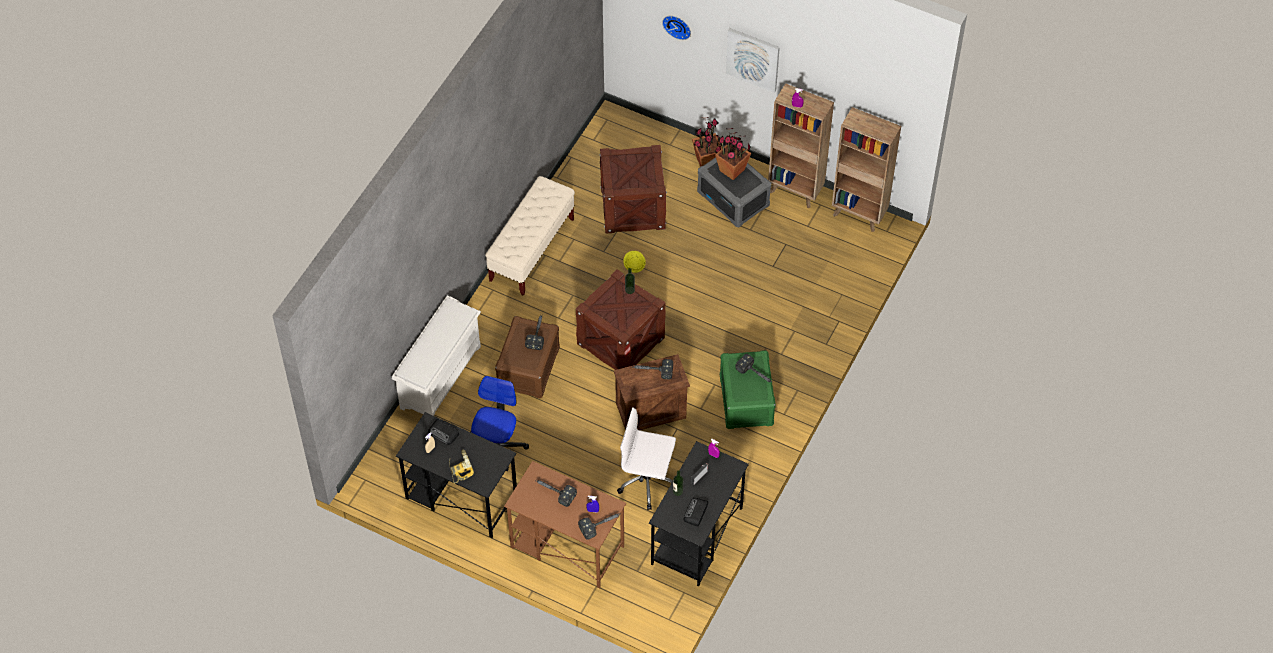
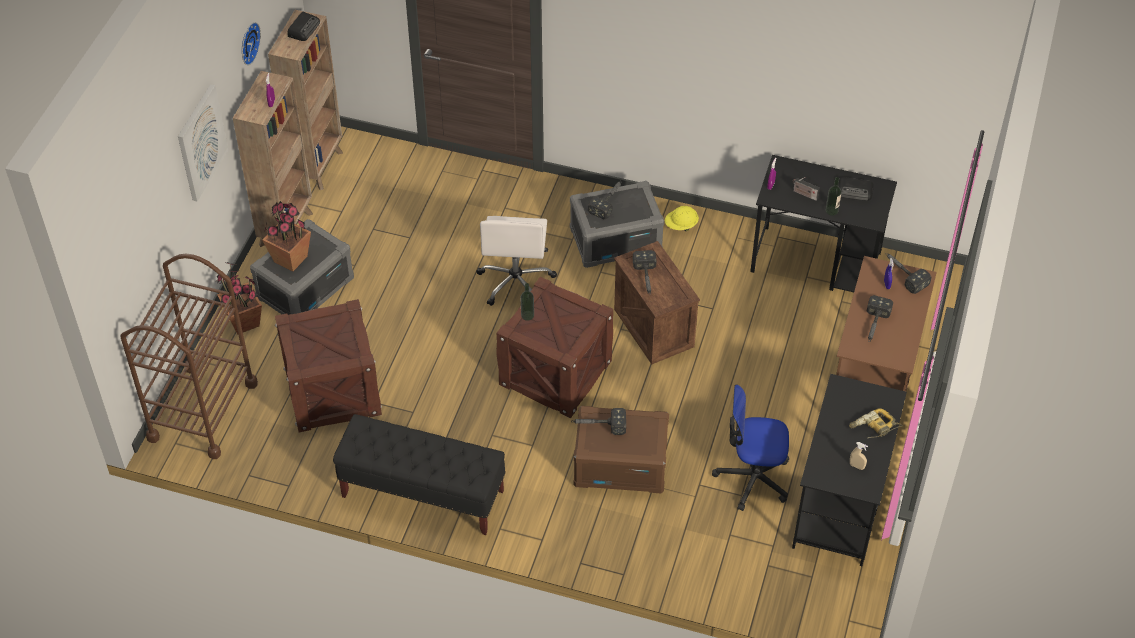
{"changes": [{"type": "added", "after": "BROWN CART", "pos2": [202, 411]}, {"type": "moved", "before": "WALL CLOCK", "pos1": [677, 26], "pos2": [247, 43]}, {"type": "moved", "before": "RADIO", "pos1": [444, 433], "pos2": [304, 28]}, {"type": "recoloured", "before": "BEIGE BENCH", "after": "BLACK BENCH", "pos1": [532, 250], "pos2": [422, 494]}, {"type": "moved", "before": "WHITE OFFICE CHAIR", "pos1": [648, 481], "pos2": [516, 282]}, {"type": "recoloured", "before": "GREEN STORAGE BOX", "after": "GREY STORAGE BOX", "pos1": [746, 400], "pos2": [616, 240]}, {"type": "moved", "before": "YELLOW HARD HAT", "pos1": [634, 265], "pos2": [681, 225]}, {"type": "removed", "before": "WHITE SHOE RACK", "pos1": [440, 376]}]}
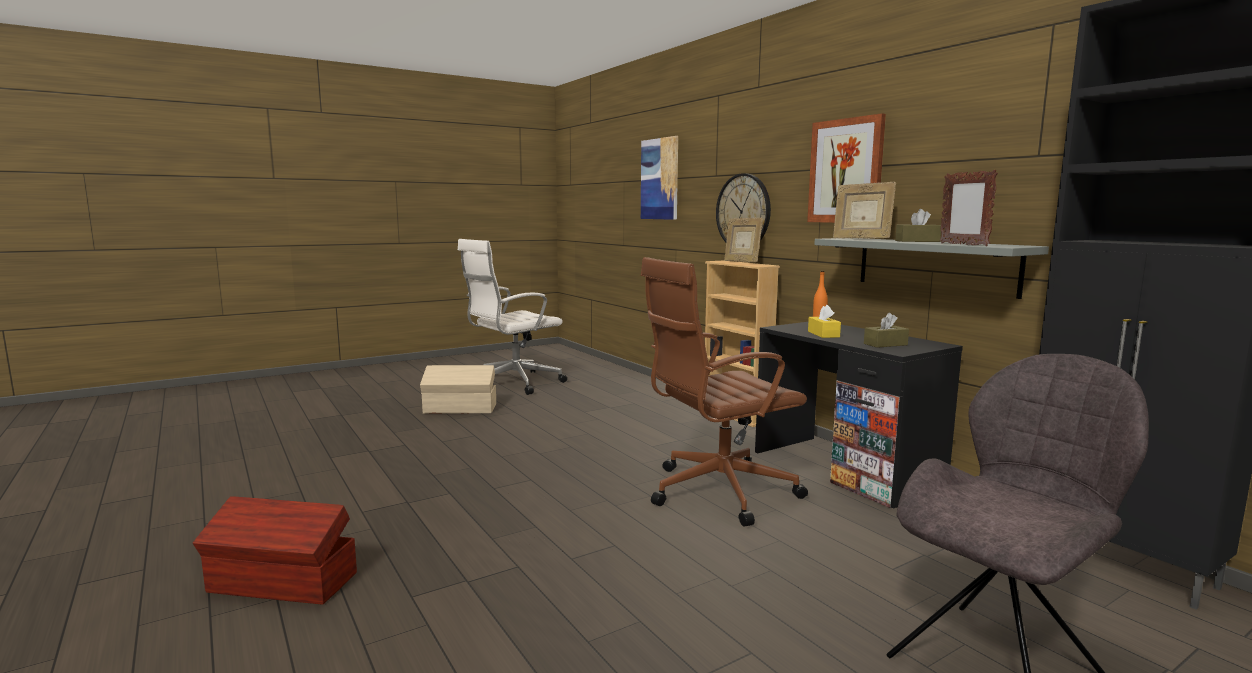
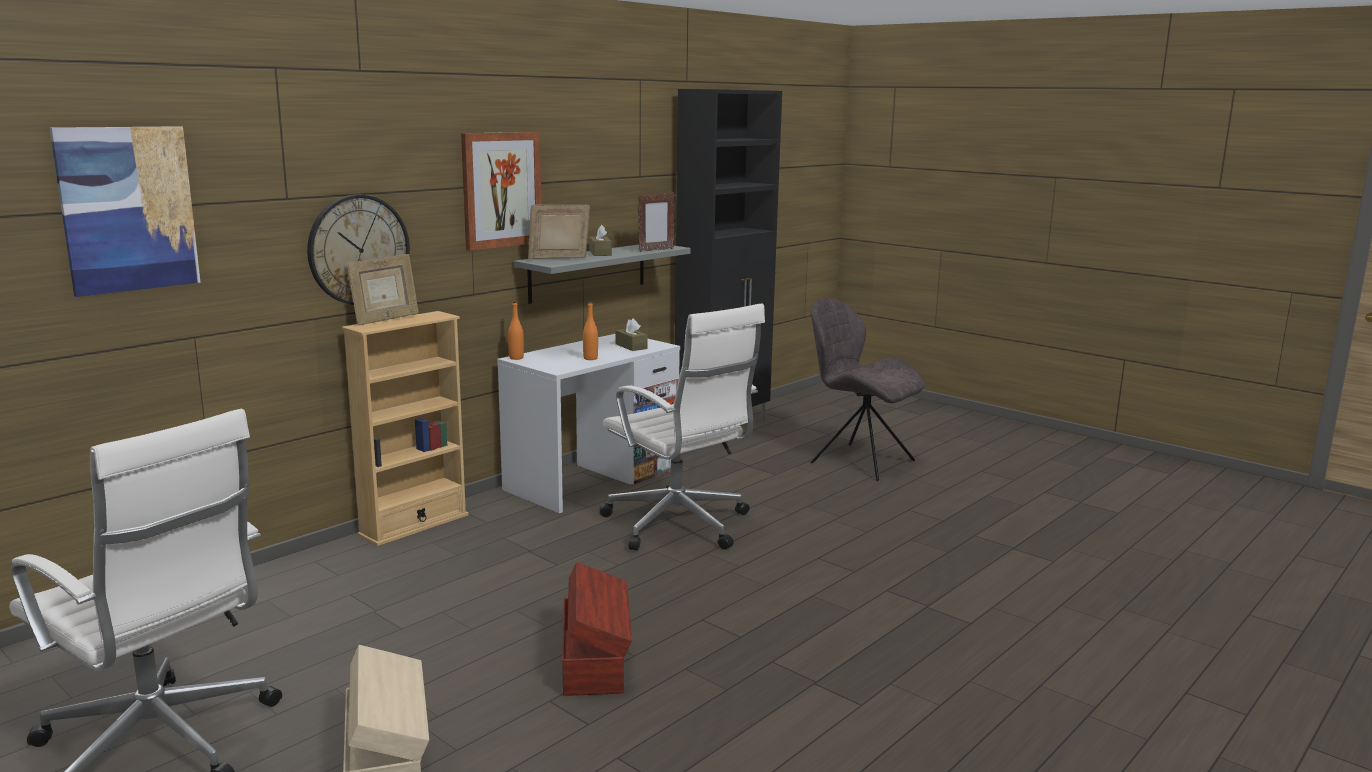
{"changes": [{"type": "recoloured", "before": "BLACK DESK", "after": "WHITE DESK", "pos1": [845, 468], "pos2": [592, 479]}, {"type": "turned", "before": "PICTURE FRAME", "pos1": [861, 239], "pos2": [559, 259], "turn": -150}, {"type": "moved", "before": "BROWN STORAGE BOX", "pos1": [283, 583], "pos2": [595, 660]}, {"type": "replaced", "before": "YELLOW TISSUE BOX", "after": "ORANGE BOTTLE", "pos1": [823, 334], "pos2": [590, 358]}, {"type": "recoloured", "before": "BROWN OFFICE CHAIR", "after": "WHITE OFFICE CHAIR", "pos1": [717, 492], "pos2": [679, 526]}]}
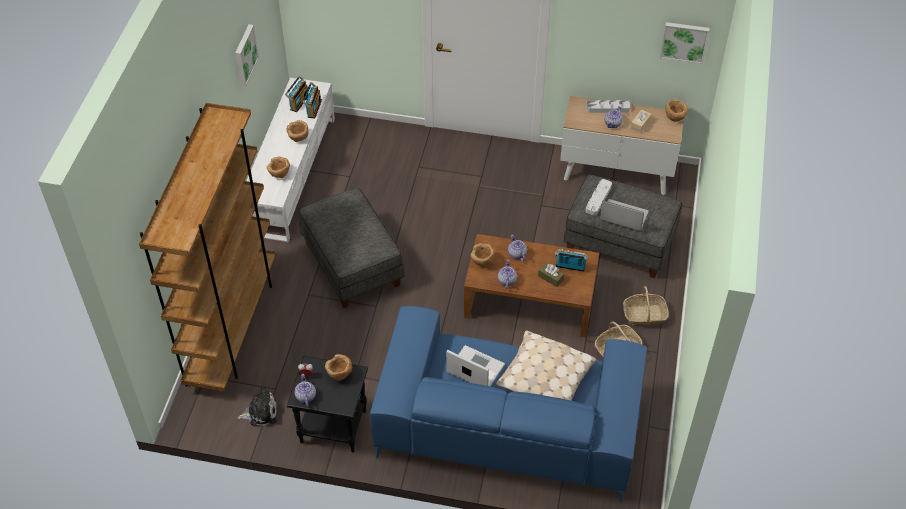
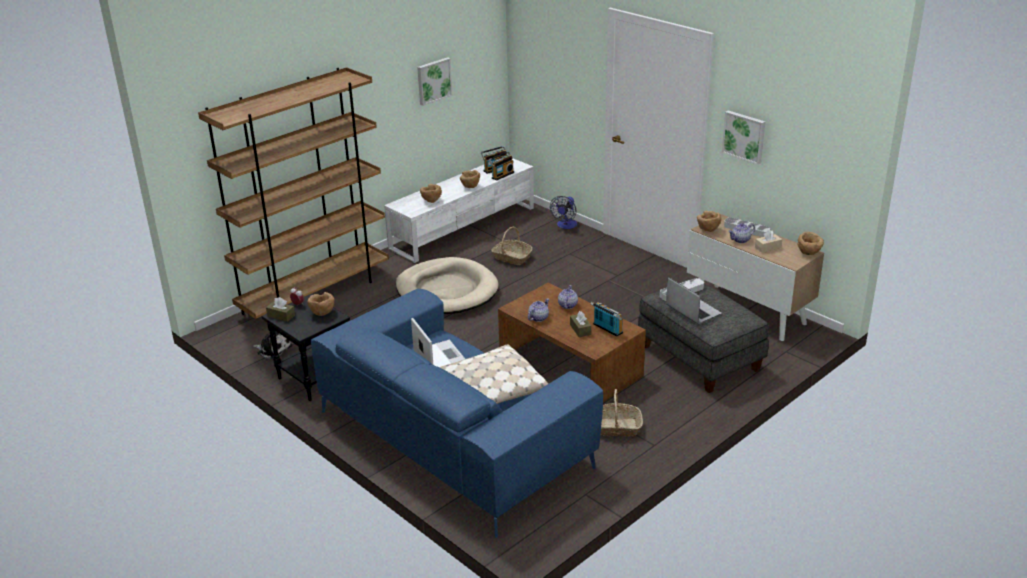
{"changes": [{"type": "replaced", "before": "TEAPOT", "after": "BROWN TISSUE BOX", "pos1": [305, 396], "pos2": [281, 316]}, {"type": "replaced", "before": "GREY OTTOMAN", "after": "BEIGE DOG BED", "pos1": [351, 264], "pos2": [447, 291]}, {"type": "moved", "before": "BASKET", "pos1": [644, 315], "pos2": [511, 257]}, {"type": "added", "after": "FAN", "pos2": [565, 226]}, {"type": "moved", "before": "BROWN BOWL", "pos1": [482, 262], "pos2": [708, 230]}, {"type": "moved", "before": "PICTURE", "pos1": [684, 41], "pos2": [744, 136]}]}
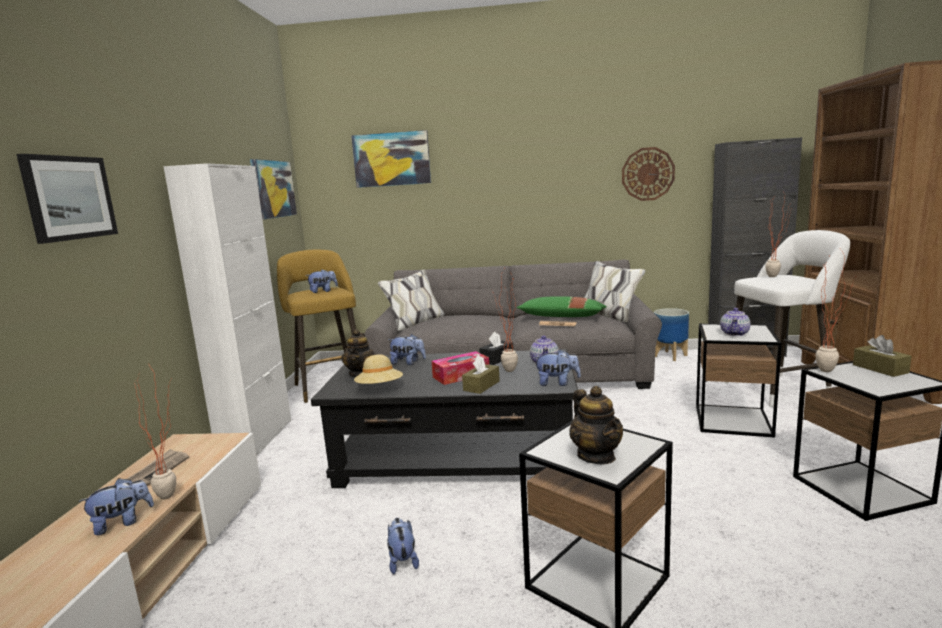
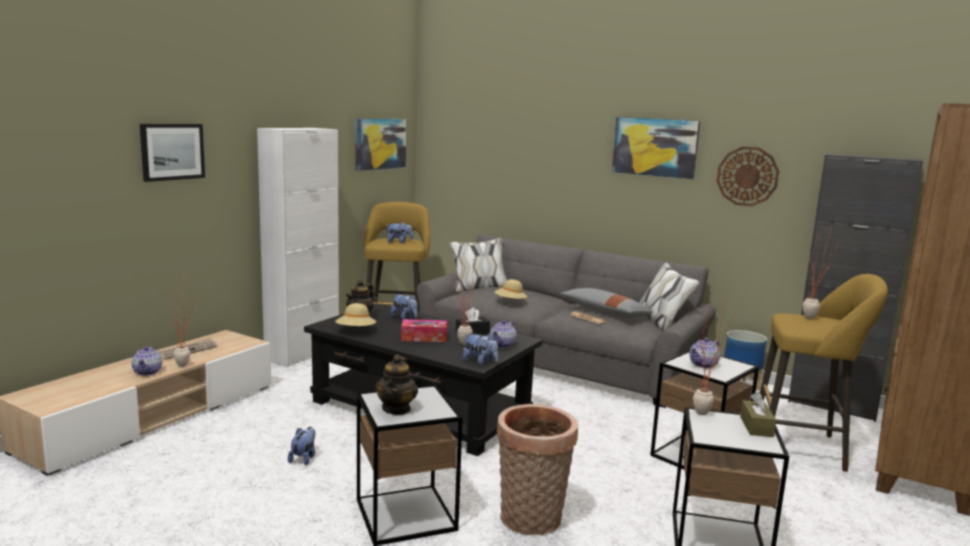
{"changes": [{"type": "replaced", "before": "PLUSH TOY", "after": "TEAPOT", "pos1": [122, 523], "pos2": [148, 372]}, {"type": "added", "after": "BEIGE HAT", "pos2": [510, 302]}, {"type": "added", "after": "BASKET", "pos2": [531, 521]}, {"type": "recoloured", "before": "GREEN PILLOW", "after": "GREY PILLOW", "pos1": [562, 317], "pos2": [605, 312]}, {"type": "moved", "before": "PICTURE", "pos1": [391, 159], "pos2": [655, 147]}, {"type": "recoloured", "before": "WHITE STOOL", "after": "YELLOW STOOL", "pos1": [781, 389], "pos2": [804, 448]}, {"type": "removed", "before": "BROWN TISSUE BOX", "pos1": [481, 386]}]}
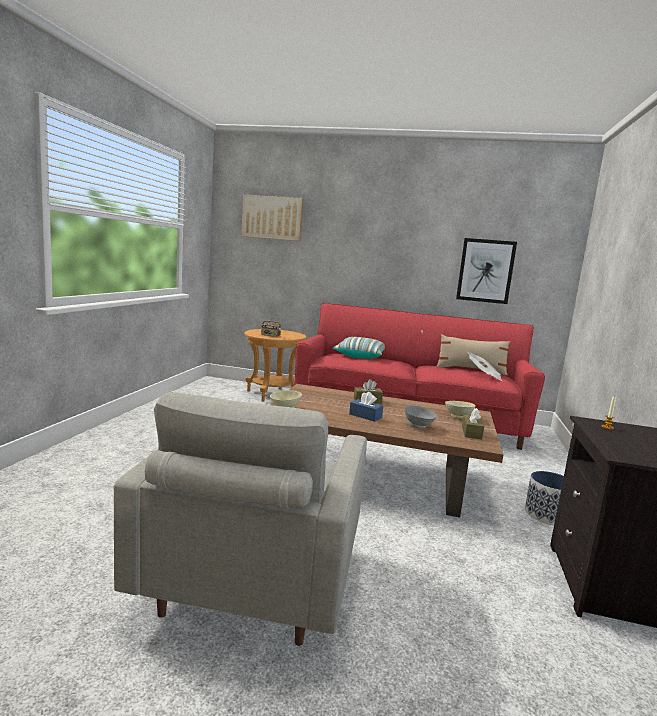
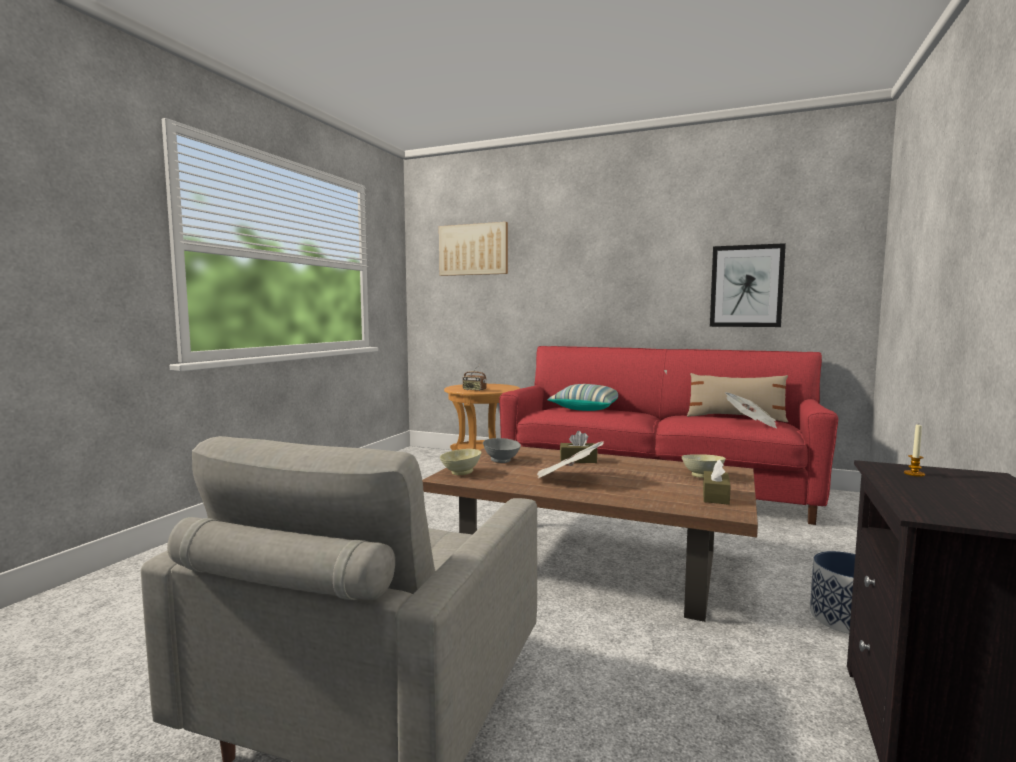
{"changes": [{"type": "moved", "before": "GREY BOWL", "pos1": [418, 426], "pos2": [501, 461]}, {"type": "replaced", "before": "BLUE TISSUE BOX", "after": "NEWSPAPER", "pos1": [365, 416], "pos2": [567, 478]}]}
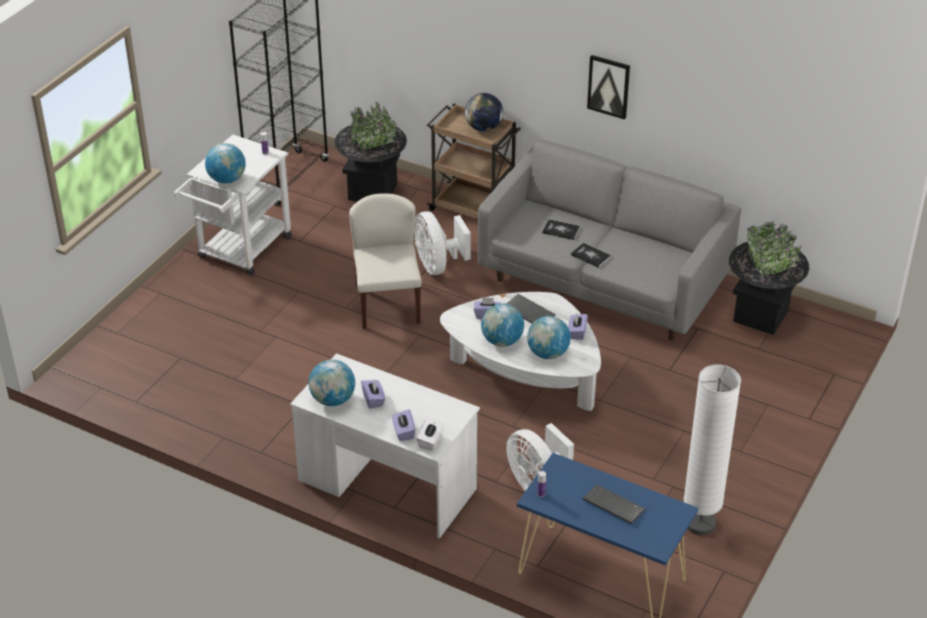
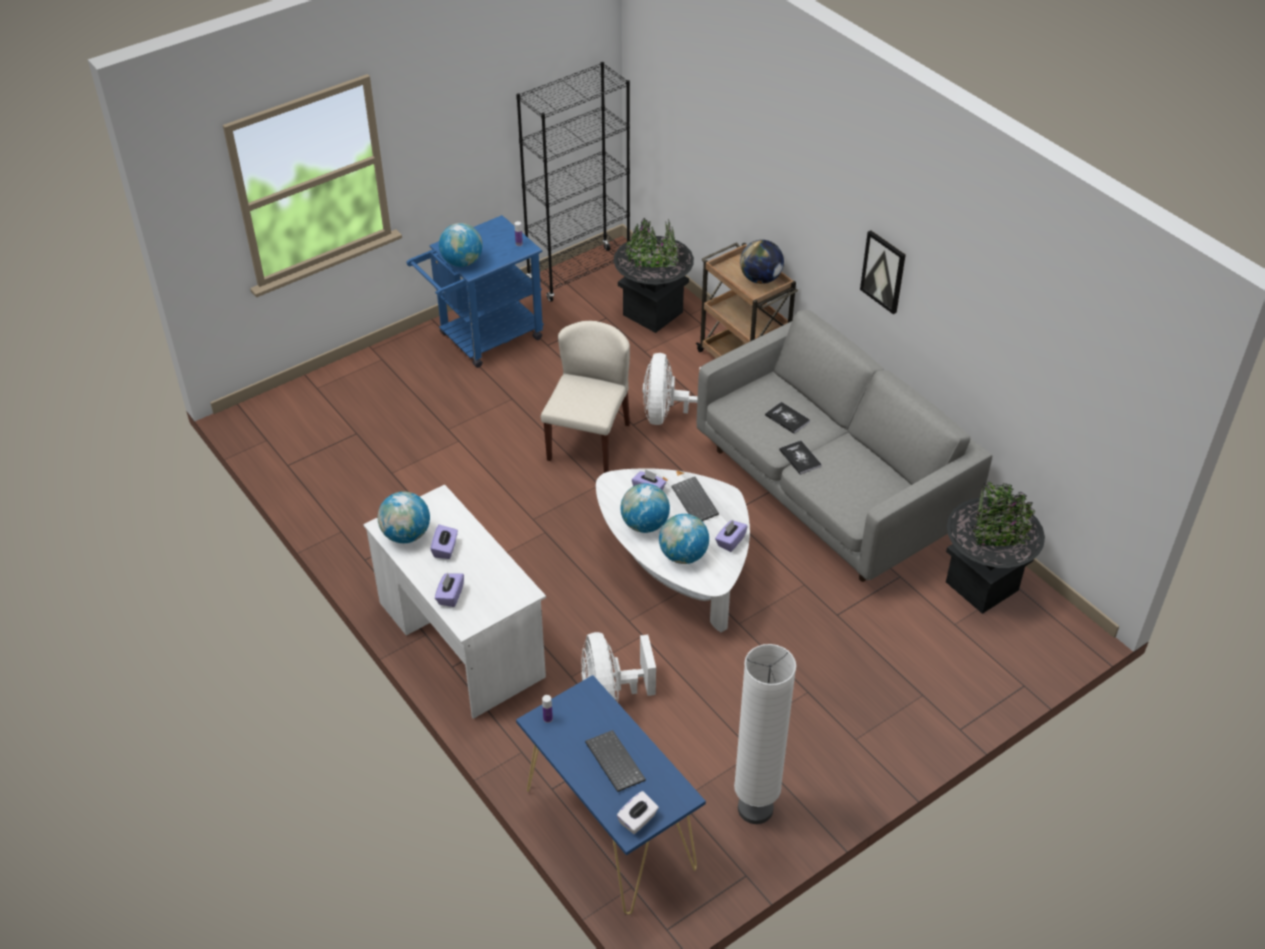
{"changes": [{"type": "recoloured", "before": "WHITE CART", "after": "BLUE CART", "pos1": [240, 252], "pos2": [483, 339]}, {"type": "moved", "before": "WHITE TISSUE BOX", "pos1": [430, 441], "pos2": [638, 820]}]}
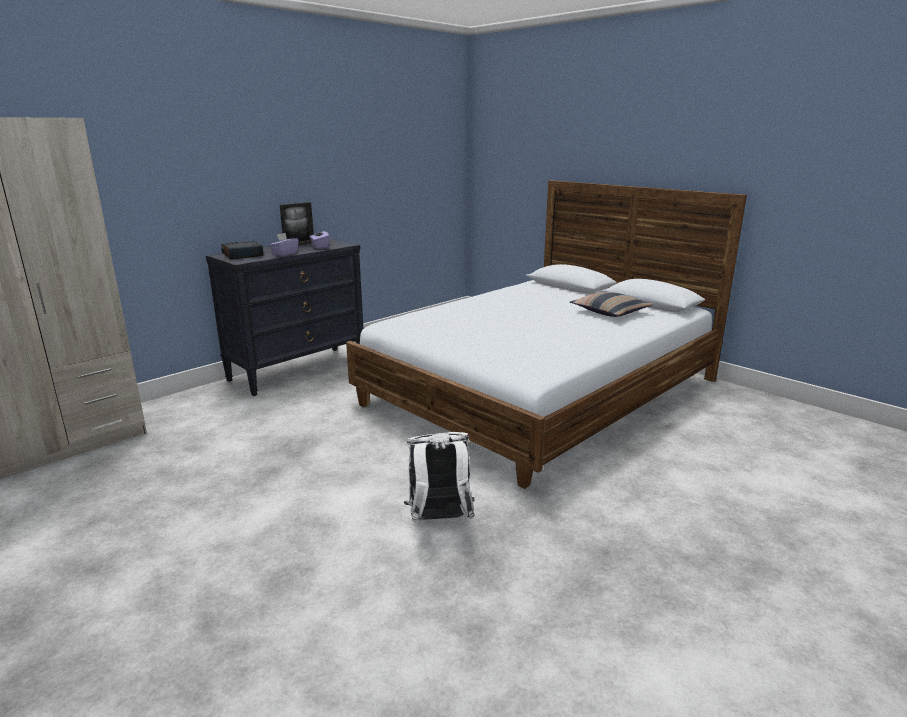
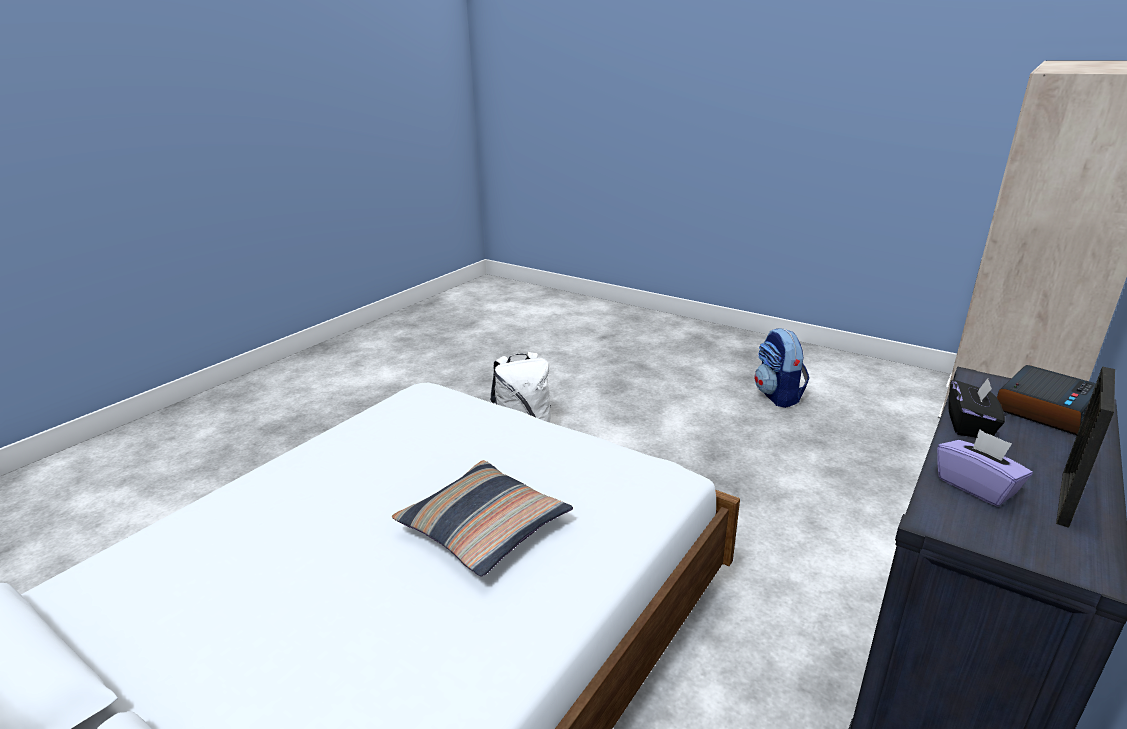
{"changes": [{"type": "moved", "before": "PILLOW", "pos1": [610, 312], "pos2": [484, 528]}, {"type": "added", "after": "BACKPACK", "pos2": [777, 396]}, {"type": "recoloured", "before": "PURPLE TISSUE BOX", "after": "BLACK TISSUE BOX", "pos1": [284, 254], "pos2": [970, 425]}]}
